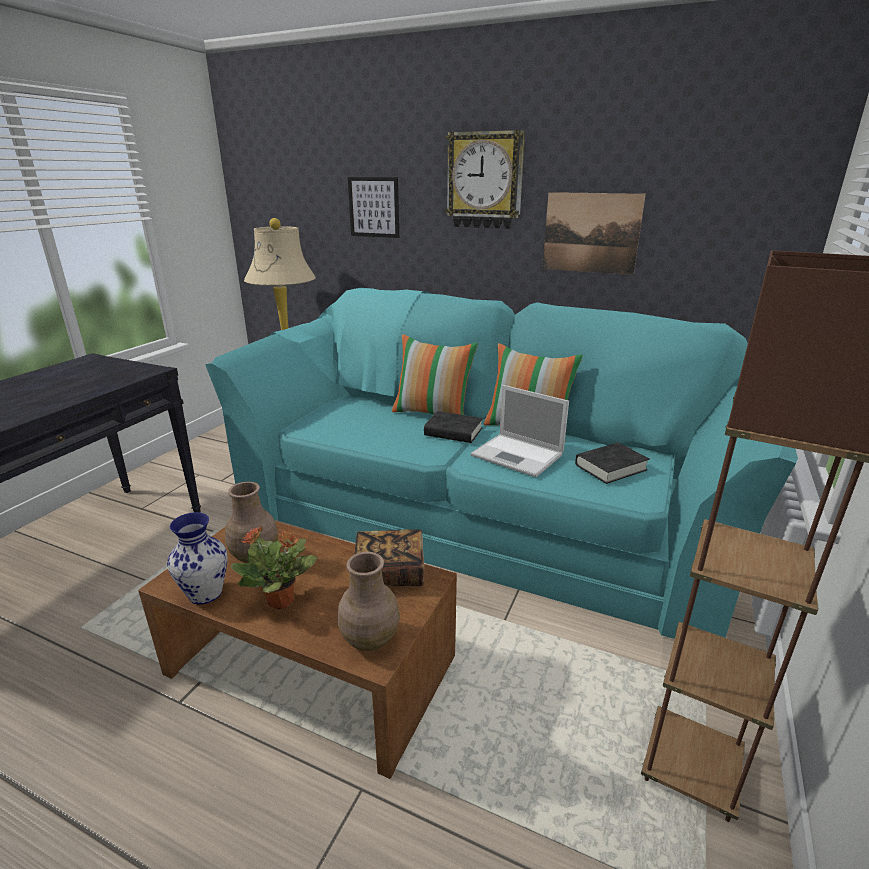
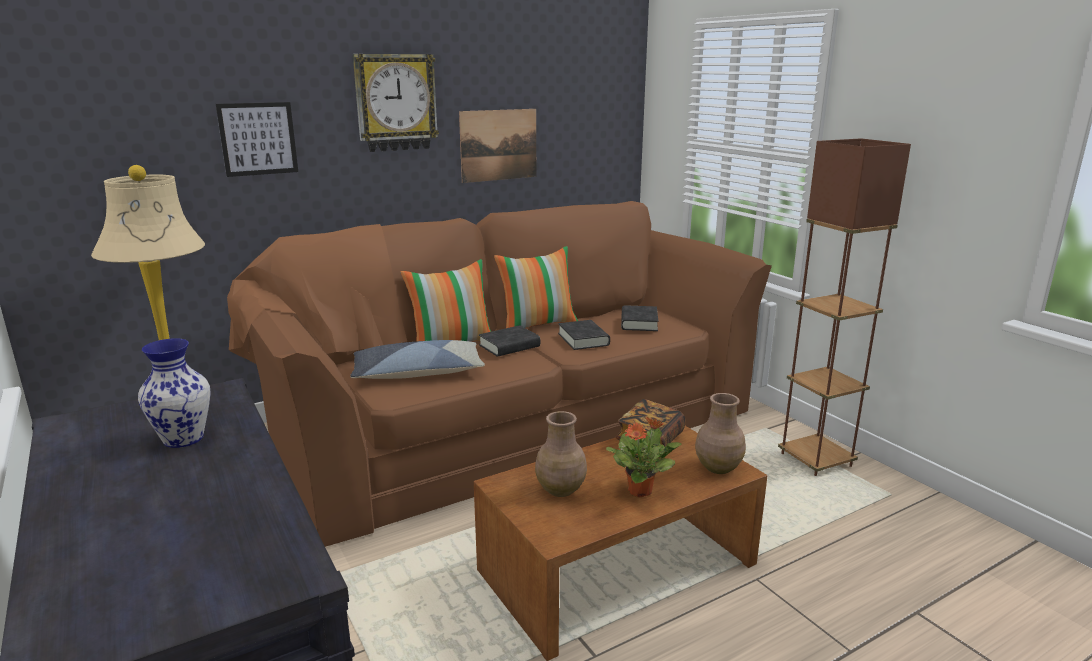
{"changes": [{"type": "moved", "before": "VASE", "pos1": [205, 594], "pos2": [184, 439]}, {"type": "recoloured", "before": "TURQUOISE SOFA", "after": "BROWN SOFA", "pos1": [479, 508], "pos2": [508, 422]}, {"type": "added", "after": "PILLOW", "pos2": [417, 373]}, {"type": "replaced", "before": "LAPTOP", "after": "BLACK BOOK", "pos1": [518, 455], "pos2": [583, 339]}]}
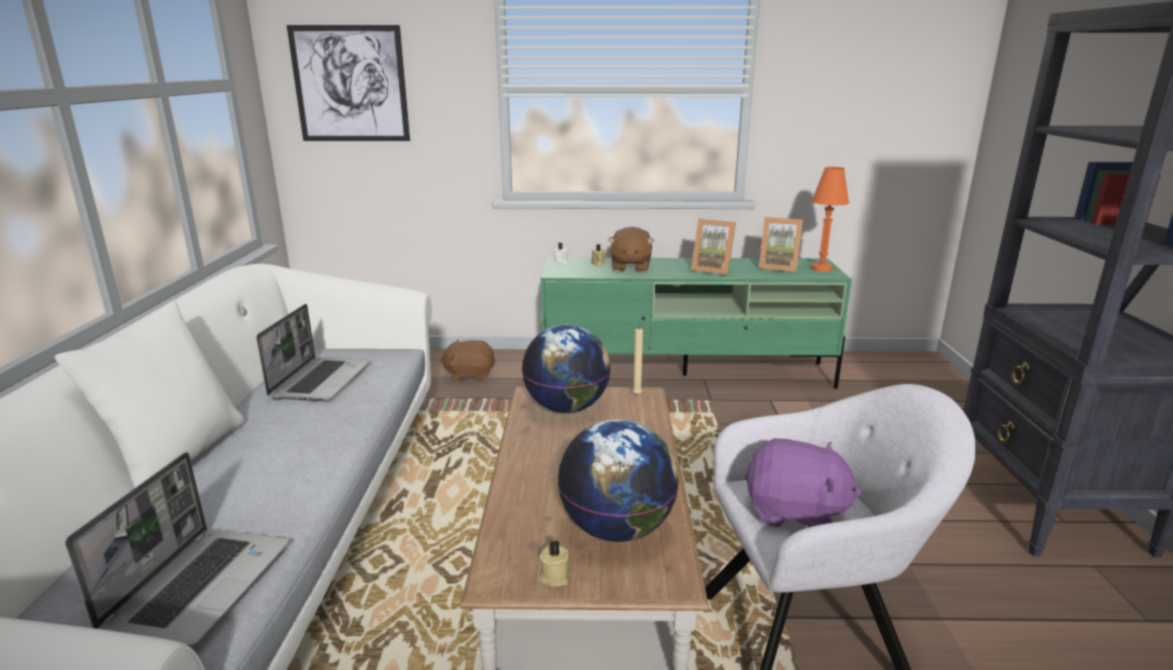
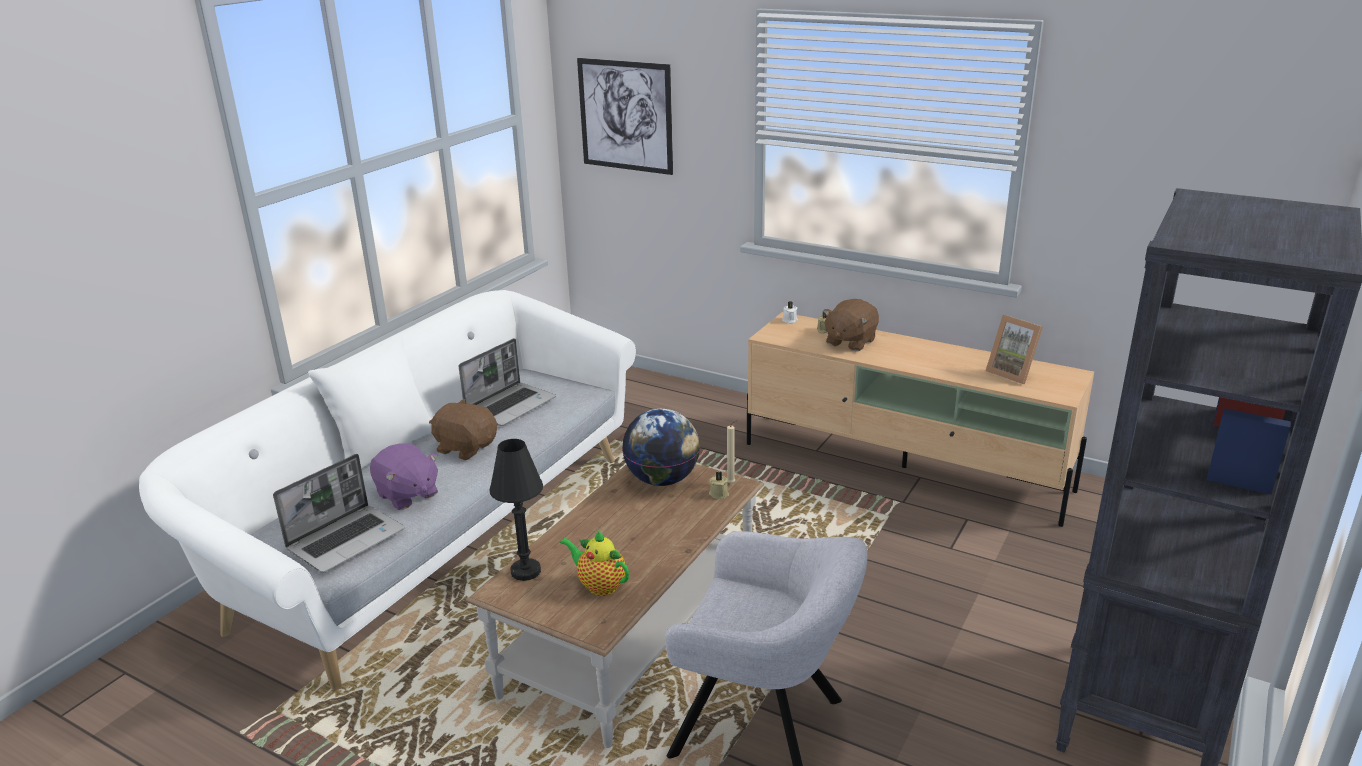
{"changes": [{"type": "moved", "before": "PURPLE PLUSH TOY", "pos1": [795, 512], "pos2": [407, 495]}, {"type": "moved", "before": "BROWN PLUSH TOY", "pos1": [470, 375], "pos2": [466, 447]}, {"type": "added", "after": "BLACK TABLE LAMP", "pos2": [525, 571]}, {"type": "replaced", "before": "GLOBE", "after": "TEAPOT", "pos1": [617, 529], "pos2": [599, 585]}, {"type": "moved", "before": "BEIGE CANDLE", "pos1": [554, 576], "pos2": [719, 494]}, {"type": "recoloured", "before": "GREEN TV STAND", "after": "BEIGE TV STAND", "pos1": [686, 375], "pos2": [905, 467]}, {"type": "removed", "before": "PICTURE FRAME", "pos1": [712, 269]}, {"type": "removed", "before": "ORANGE TABLE LAMP", "pos1": [821, 268]}]}
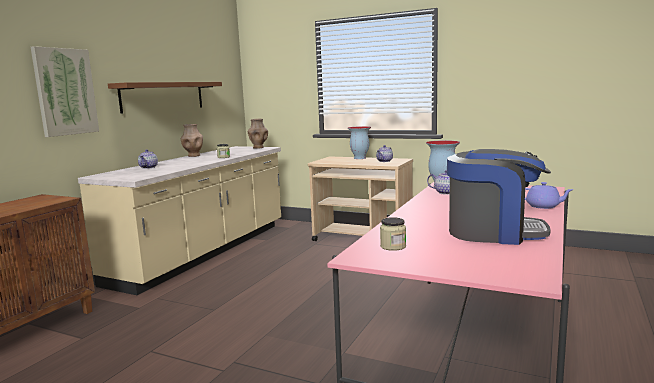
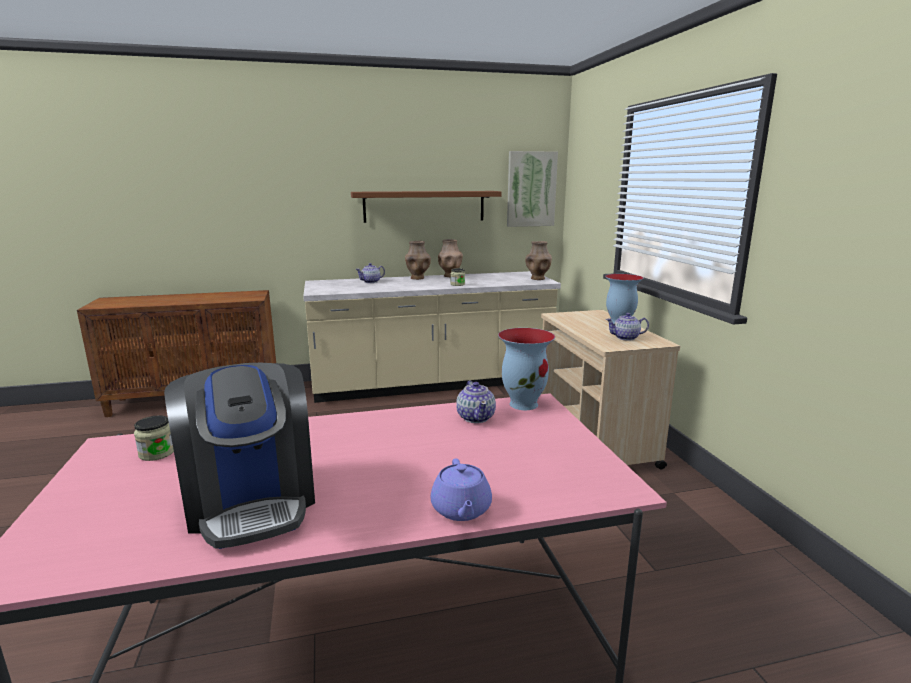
{"changes": [{"type": "added", "after": "BROWN VASE", "pos2": [417, 278]}, {"type": "moved", "before": "PICTURE", "pos1": [65, 92], "pos2": [531, 189]}]}
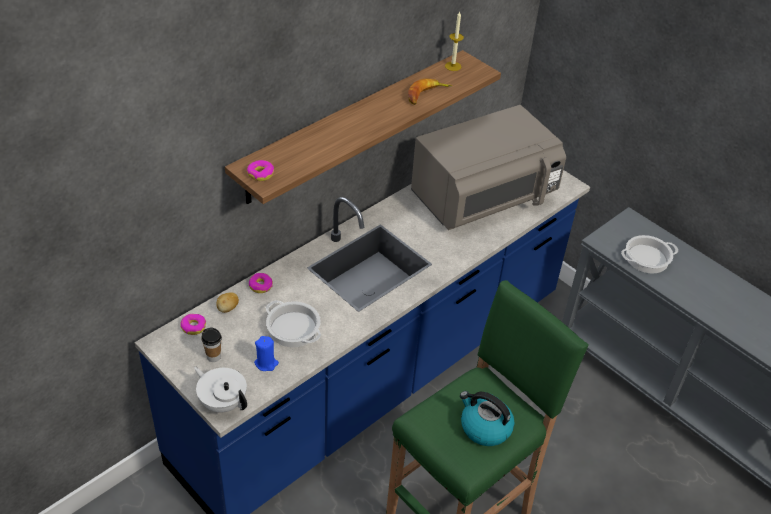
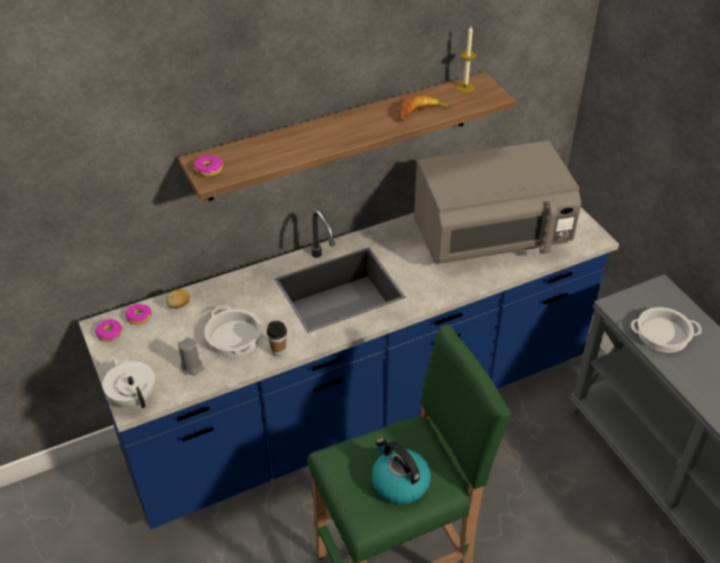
{"changes": [{"type": "moved", "before": "DONUT", "pos1": [260, 286], "pos2": [109, 333]}, {"type": "recoloured", "before": "BLUE CANDLE", "after": "GREY CANDLE", "pos1": [266, 363], "pos2": [192, 367]}, {"type": "moved", "before": "CUP", "pos1": [213, 357], "pos2": [278, 351]}]}
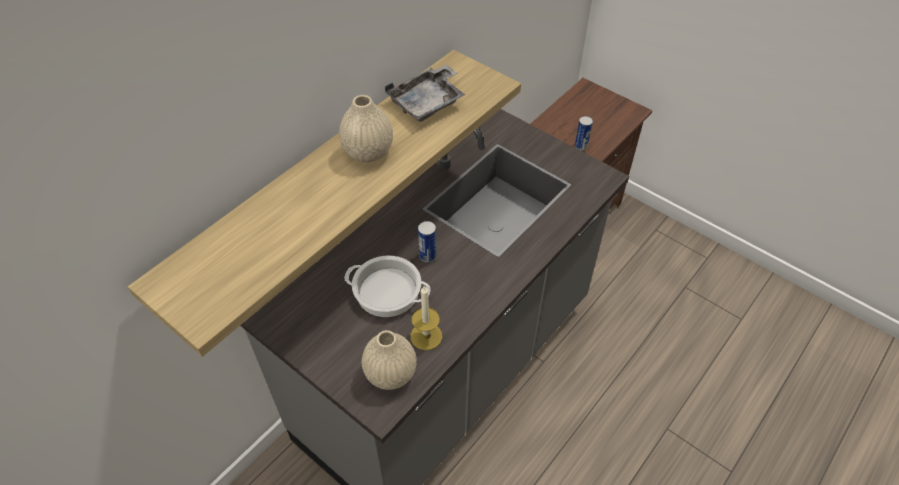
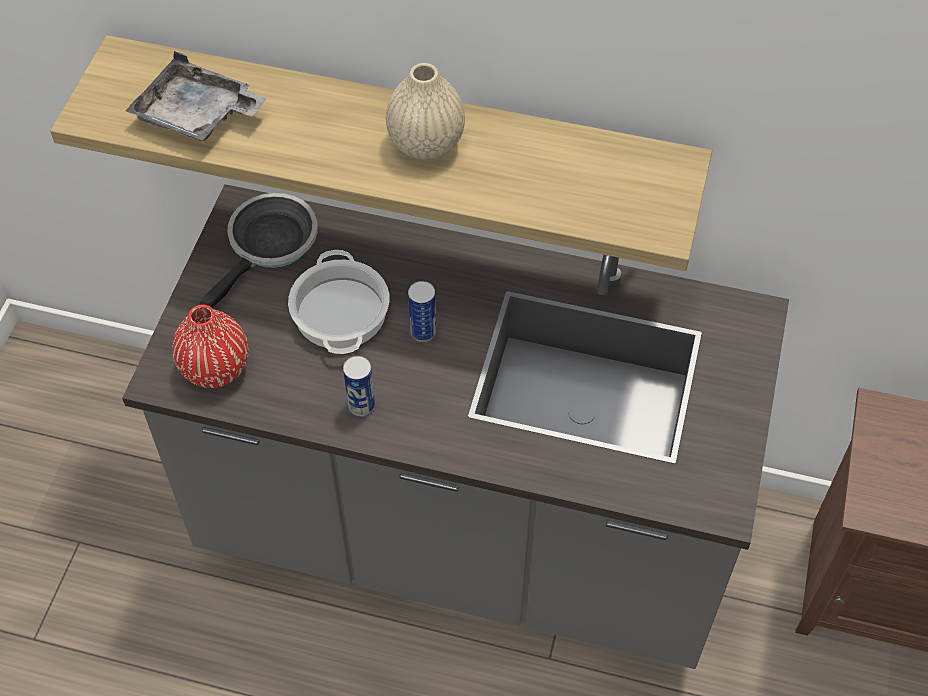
{"changes": [{"type": "moved", "before": "GREY TRAY", "pos1": [427, 102], "pos2": [197, 115]}, {"type": "recoloured", "before": "BEIGE VASE", "after": "RED VASE", "pos1": [390, 373], "pos2": [215, 368]}, {"type": "added", "after": "FRYING PAN", "pos2": [270, 246]}, {"type": "moved", "before": "CAN", "pos1": [581, 146], "pos2": [361, 406]}, {"type": "removed", "before": "CANDLE", "pos1": [426, 336]}]}
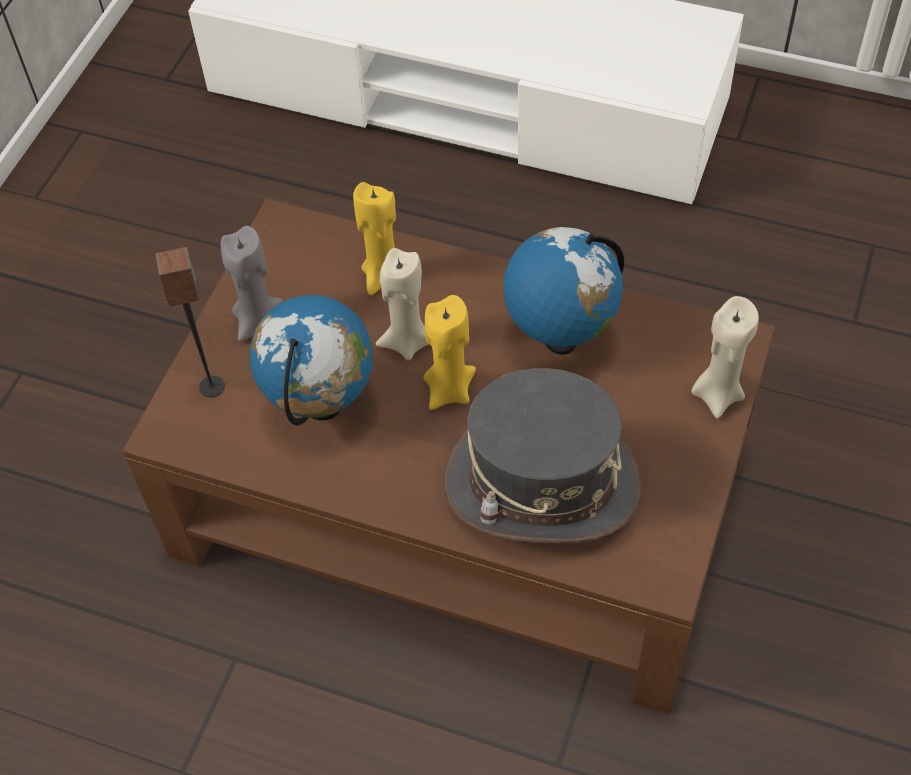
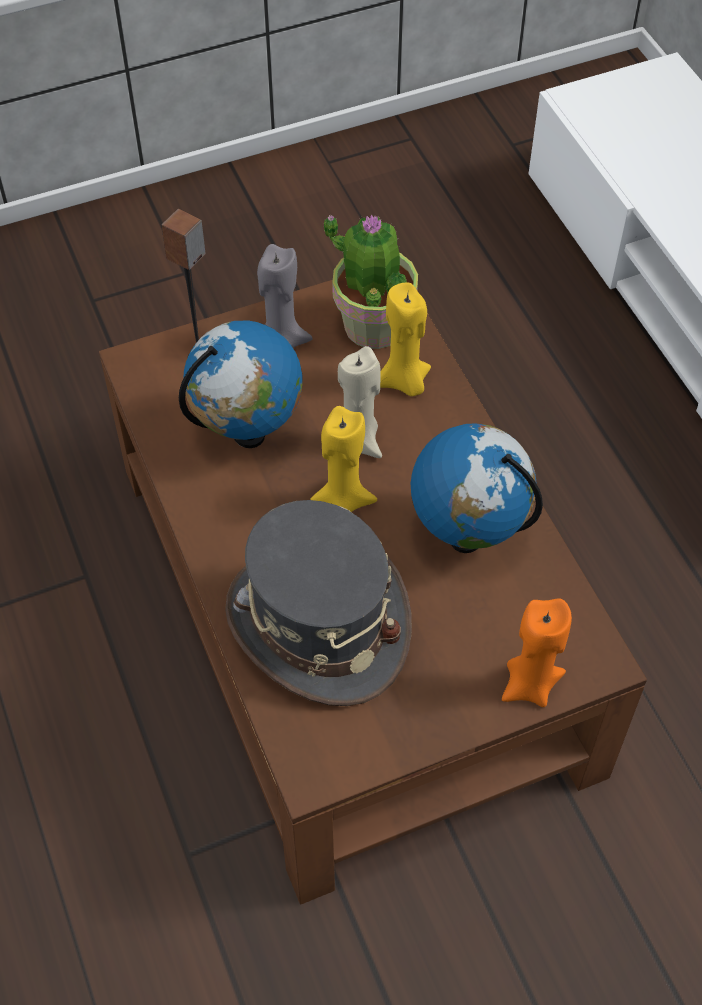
{"changes": [{"type": "added", "after": "POTTED PLANT", "pos2": [373, 325]}, {"type": "recoloured", "before": "BEIGE CANDLE", "after": "ORANGE CANDLE", "pos1": [717, 394], "pos2": [529, 685]}]}
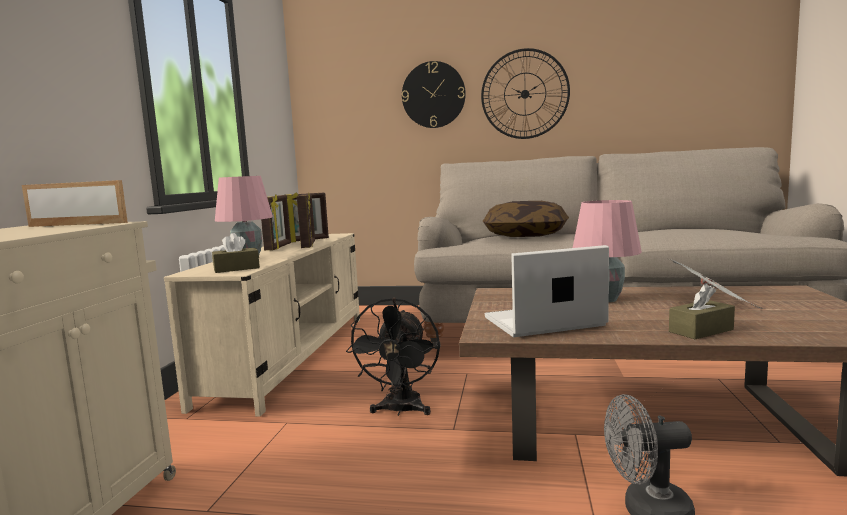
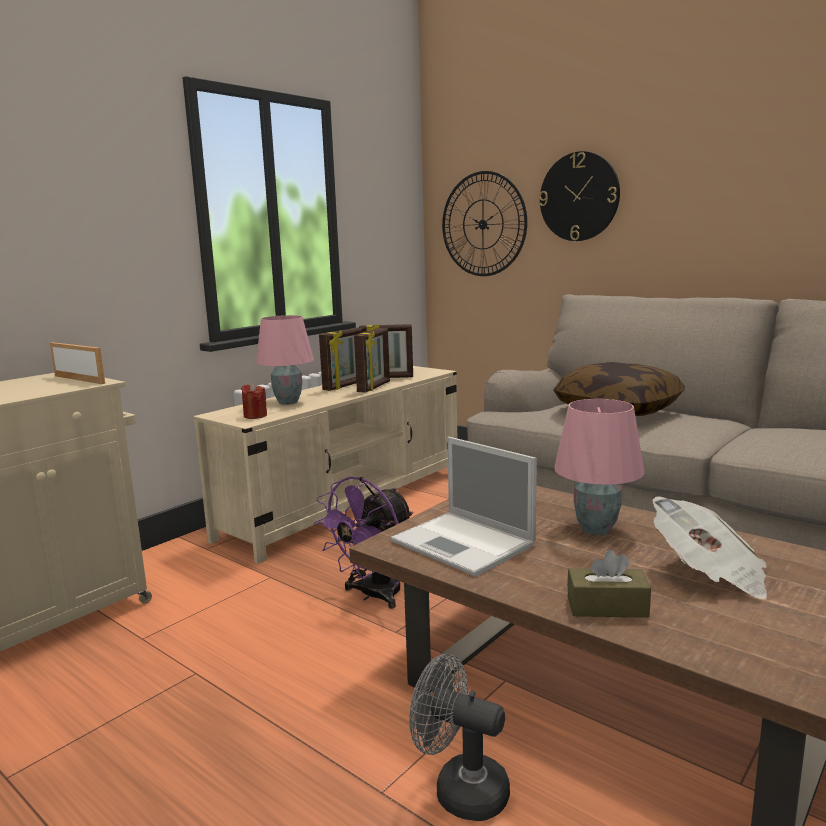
{"changes": [{"type": "replaced", "before": "BROWN TISSUE BOX", "after": "RED CANDLE", "pos1": [236, 268], "pos2": [255, 416]}, {"type": "recoloured", "before": "BLACK FAN", "after": "PURPLE FAN", "pos1": [400, 410], "pos2": [372, 595]}, {"type": "turned", "before": "LAPTOP", "pos1": [541, 322], "pos2": [465, 544], "turn": -150}, {"type": "moved", "before": "WALL CLOCK", "pos1": [524, 94], "pos2": [483, 224]}]}
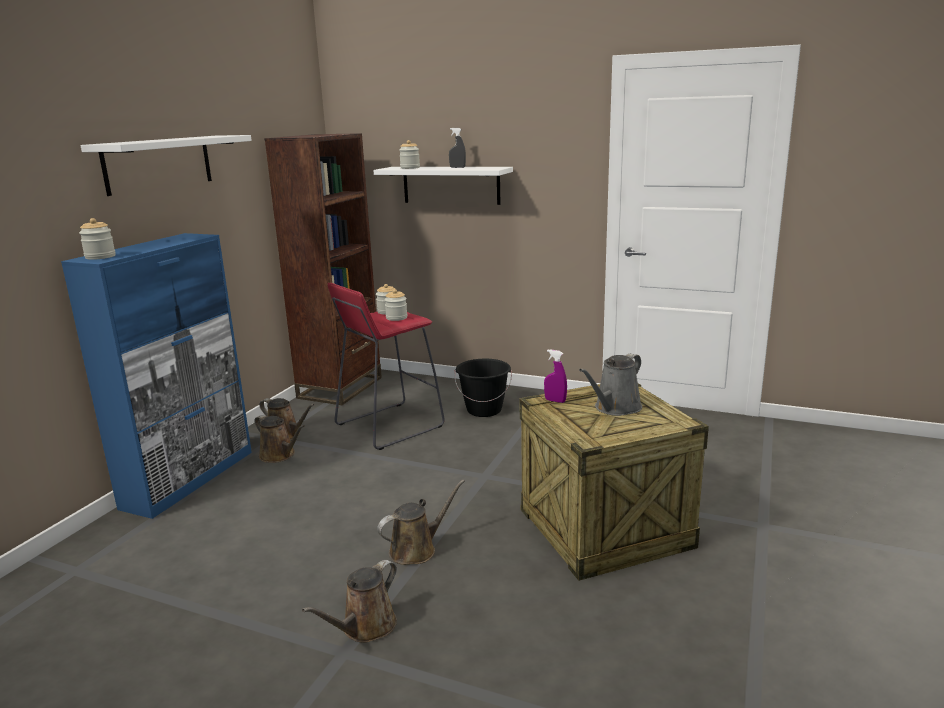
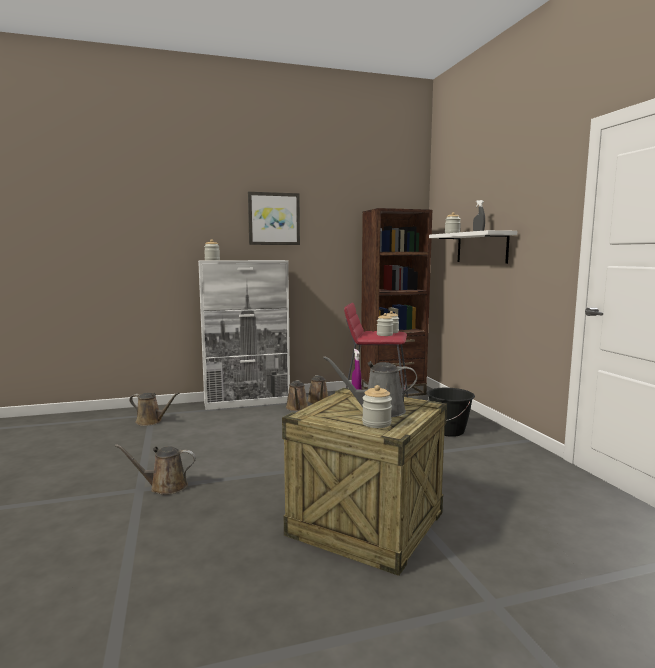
{"changes": [{"type": "moved", "before": "BROWN WATERING CAN", "pos1": [416, 549], "pos2": [151, 421]}, {"type": "recoloured", "before": "BLUE CABINET", "after": "WHITE CABINET", "pos1": [190, 478], "pos2": [247, 402]}, {"type": "replaced", "before": "WHITE SHELF", "after": "PICTURE", "pos1": [159, 164], "pos2": [274, 219]}, {"type": "added", "after": "JAR", "pos2": [376, 423]}]}
